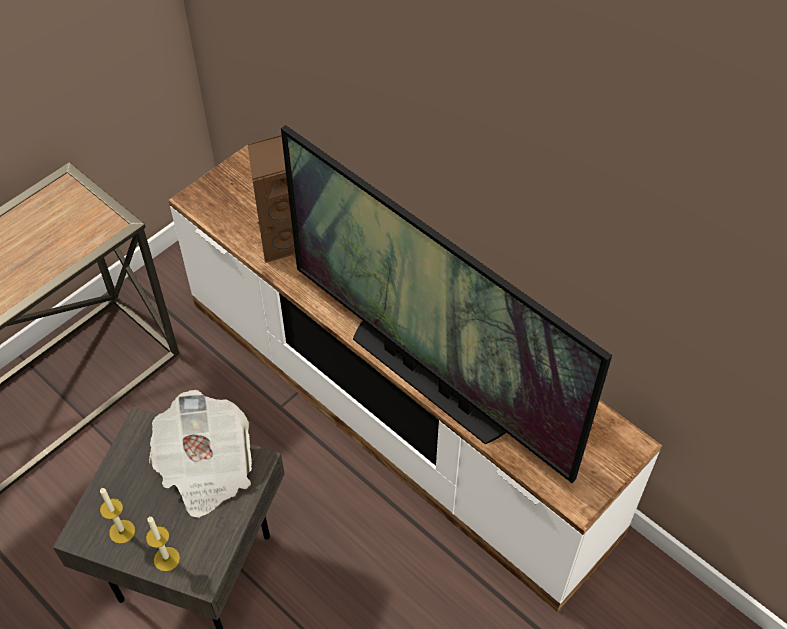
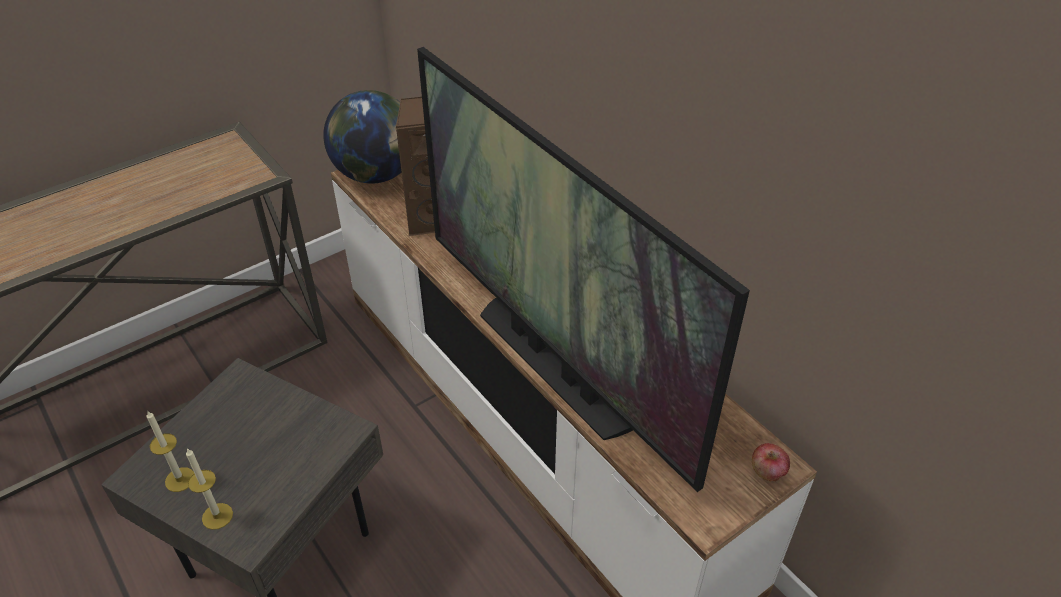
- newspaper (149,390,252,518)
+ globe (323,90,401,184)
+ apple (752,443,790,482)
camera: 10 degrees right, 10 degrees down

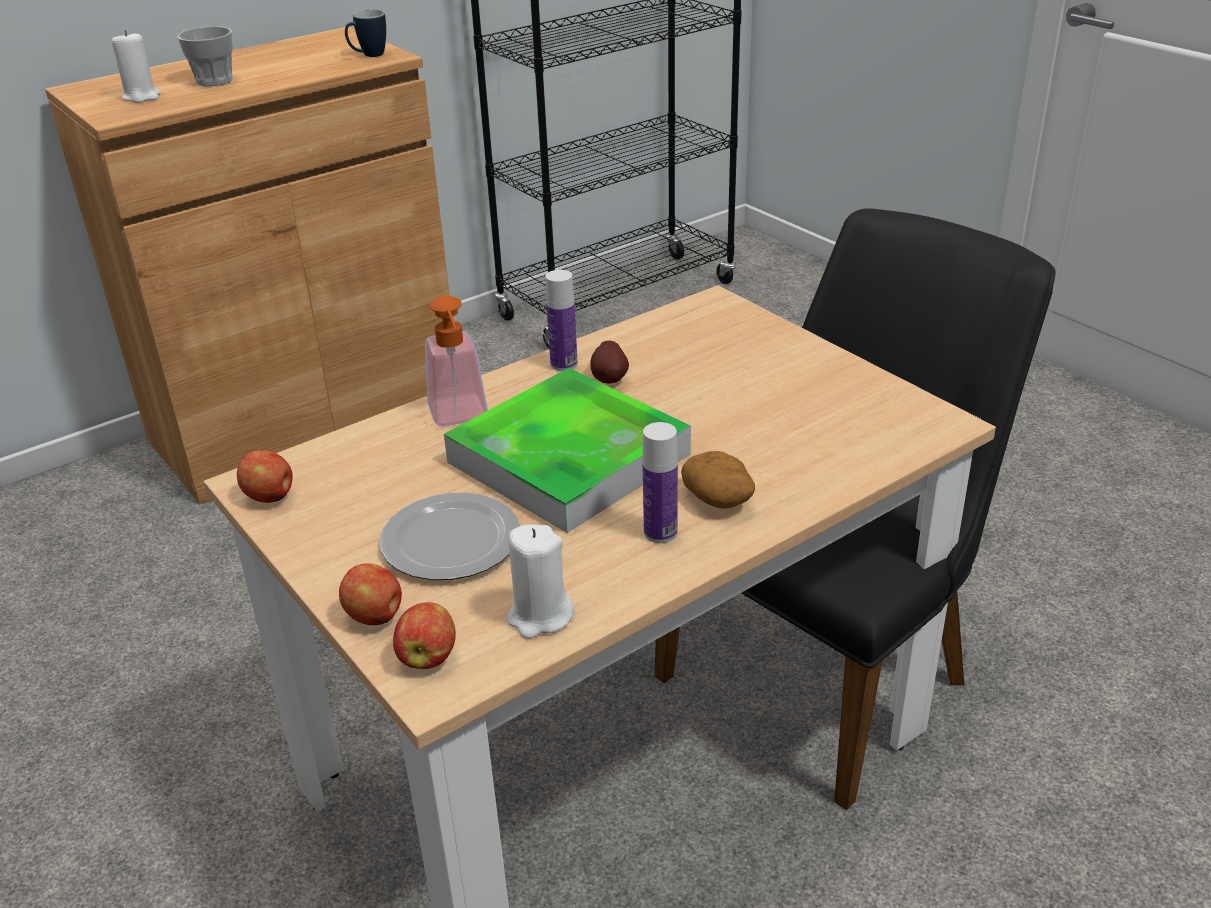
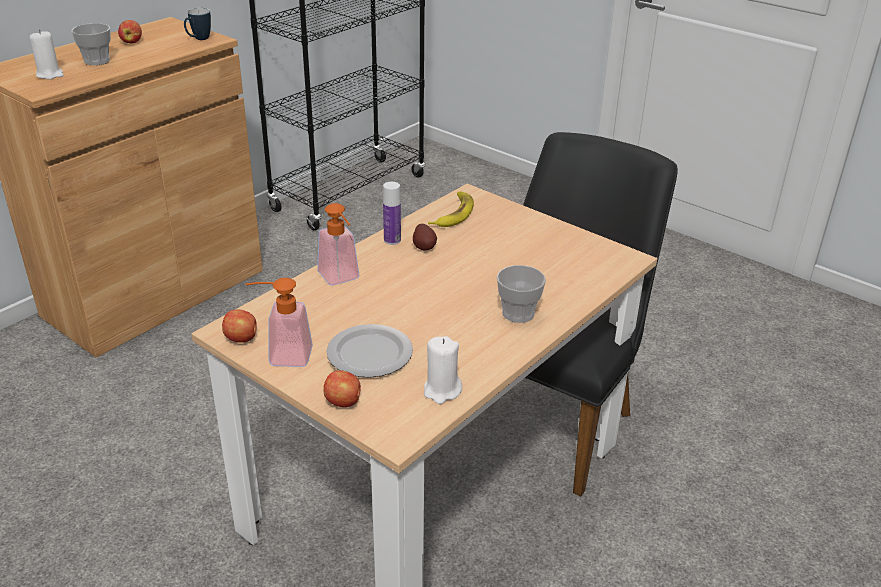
- tray (444,368,691,533)
- bottle (643,422,678,543)
~ potato (681,451,755,509) to cup (497,265,546,323)
~ apple (393,602,456,669) to (118,20,142,43)
+ banana (428,191,474,227)
+ soap dispenser (245,278,313,367)
camera: 15 degrees left, 0 degrees up

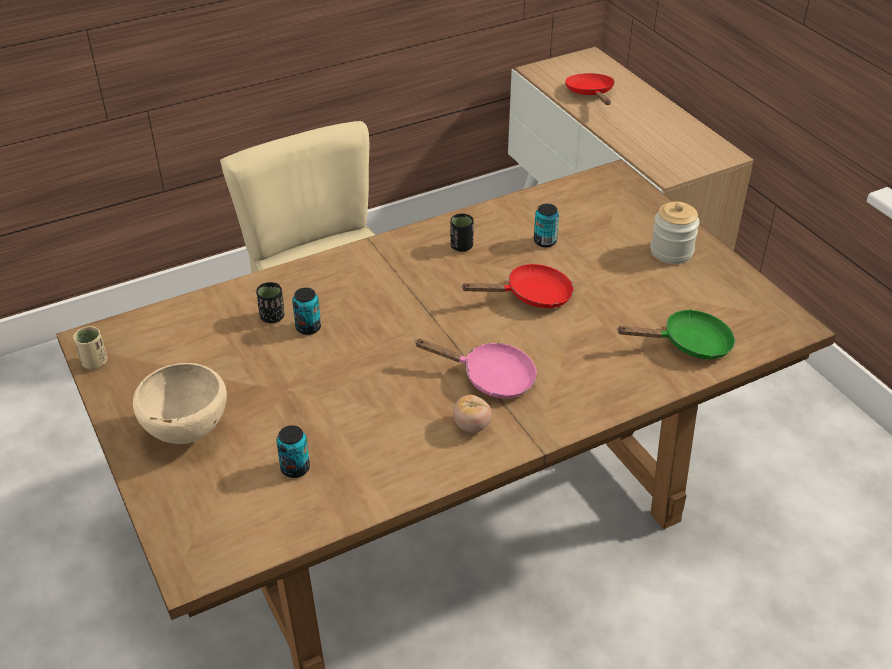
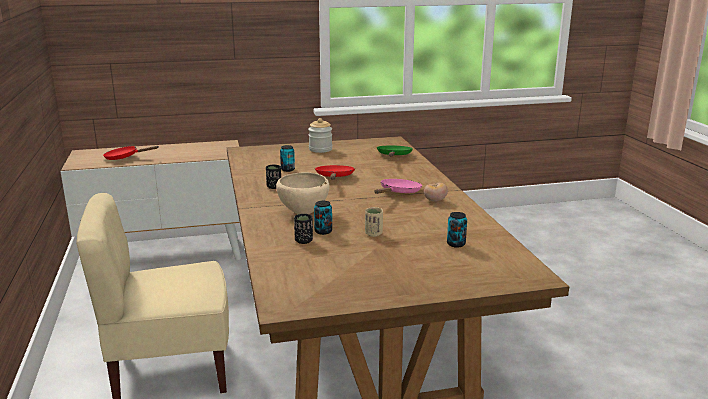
~ beige cup (73,326,107,369) to (365,207,383,237)
~ beige bowl (133,363,227,444) to (276,172,329,214)
camera: 75 degrees left, 20 degrees down

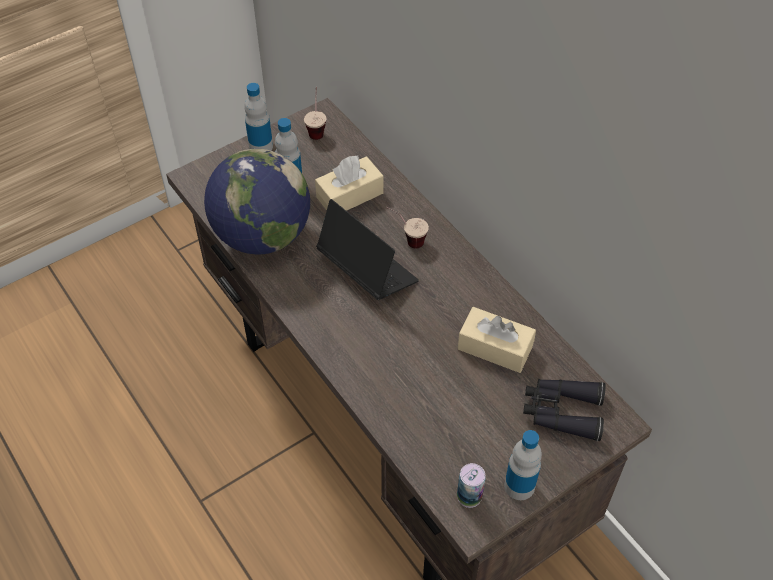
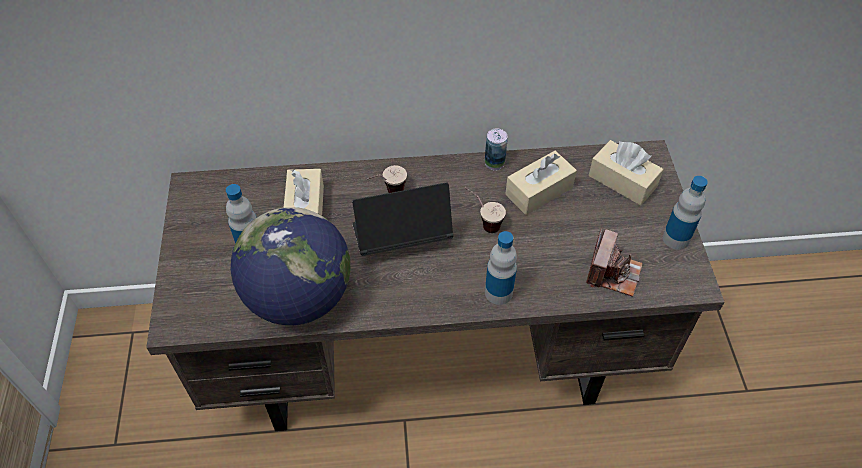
~ bottle (244,83,273,151) to (485,231,517,305)
~ cup (304,87,326,140) to (464,187,506,233)
~ black binoculars (523,379,606,441) to beige tissue box (589,140,664,205)
~ can (457,463,486,508) to (485,128,508,170)
+ photo camera (586,229,643,297)
camera: 60 degrees left, 0 degrees up

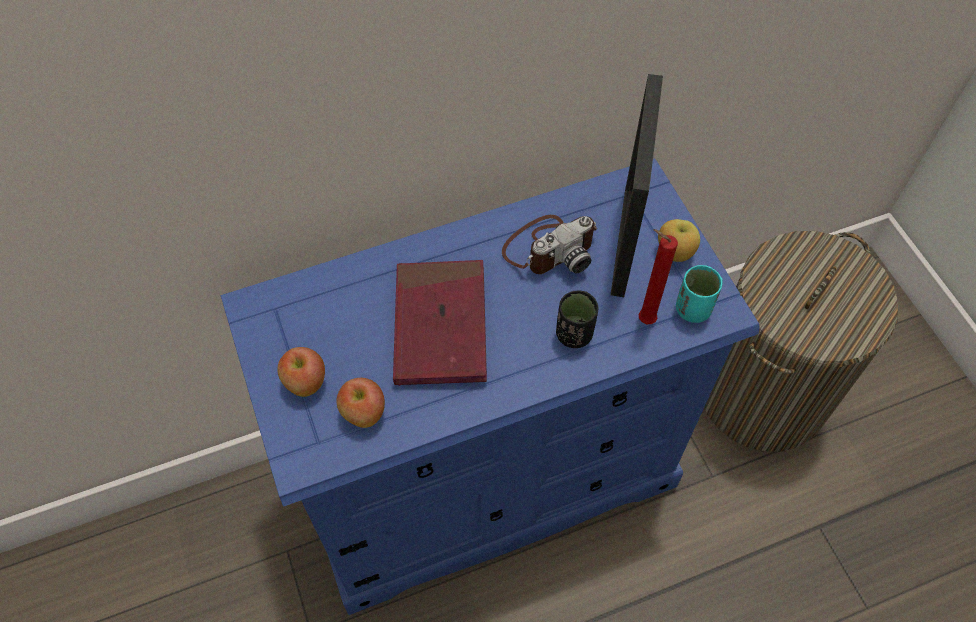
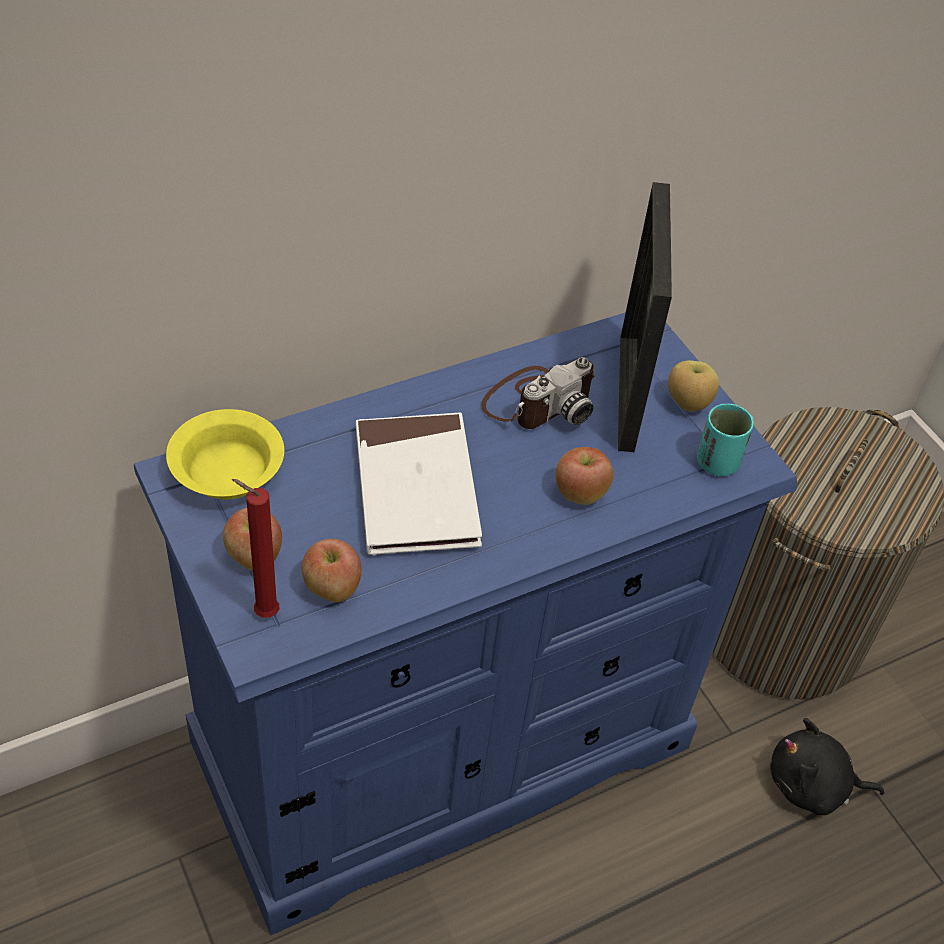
~ red candle (638,229,678,324) to (232,479,279,618)
~ red book (393,260,487,385) to white book (356,413,482,555)
~ black cup (556,290,599,348) to apple (555,447,613,505)
+ yellow bowl (166,409,284,500)
+ black plush toy (770,718,884,815)
camera: 10 degrees left, 10 degrees down

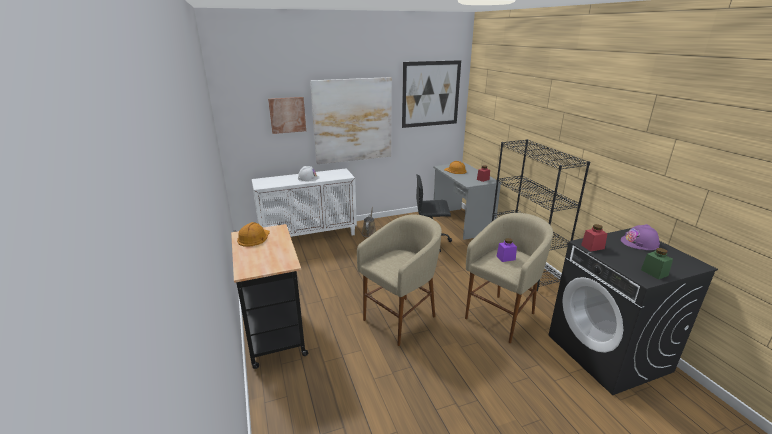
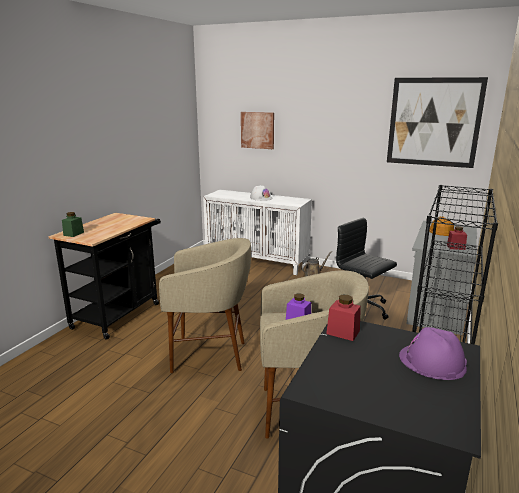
- picture (310,77,392,164)
- orange hard hat (237,222,270,247)
~ green jar (641,248,673,279) to (62,212,84,237)
camera: 45 degrees right, 5 degrees down

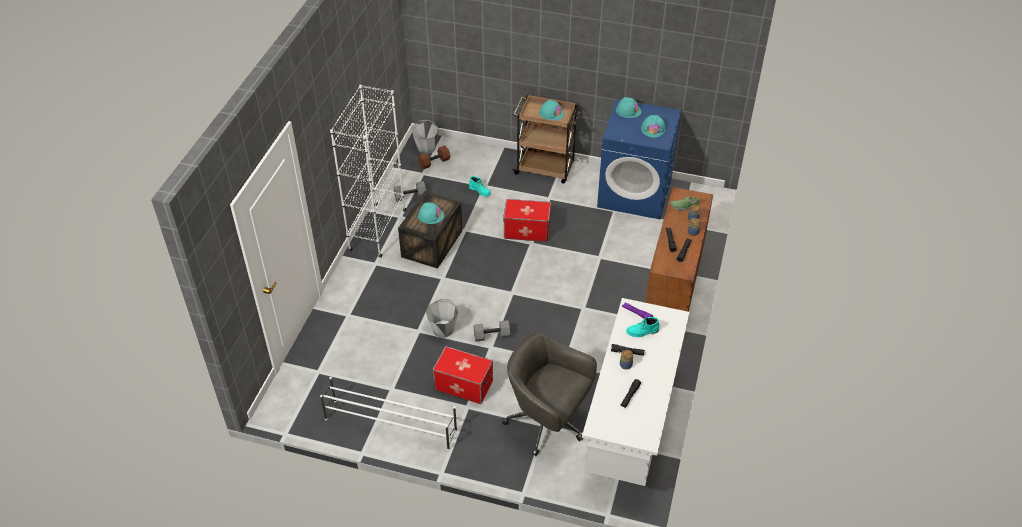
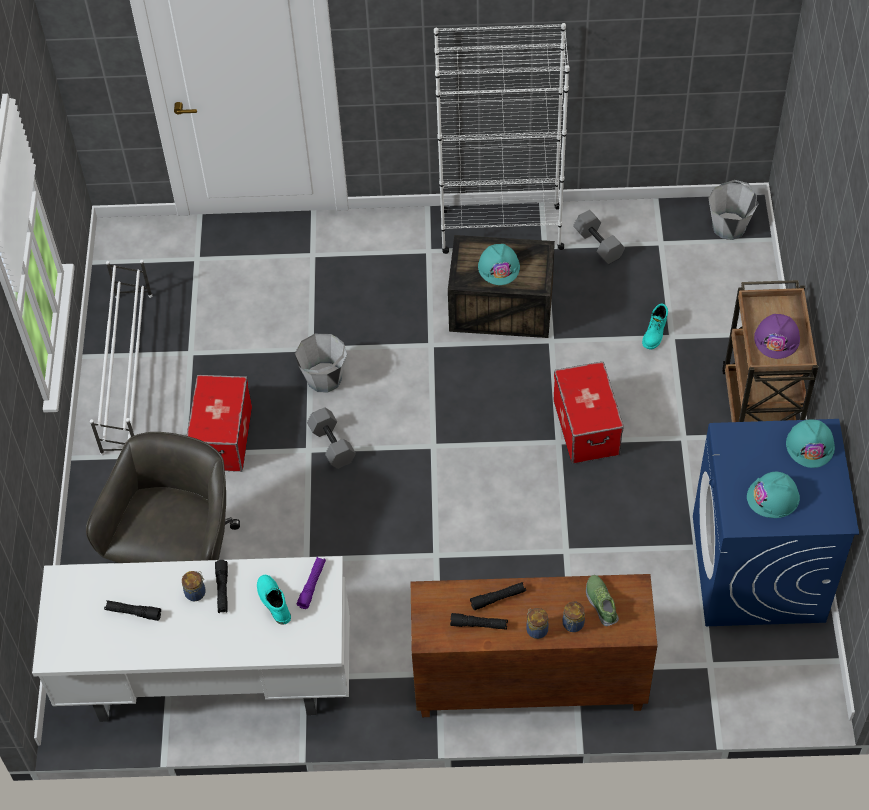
~ turquoise hard hat (539,100,564,121) to purple hard hat (754,314,800,359)
- brown dumbbell (418,145,451,169)
camera: 75 degrees right, 10 degrees up

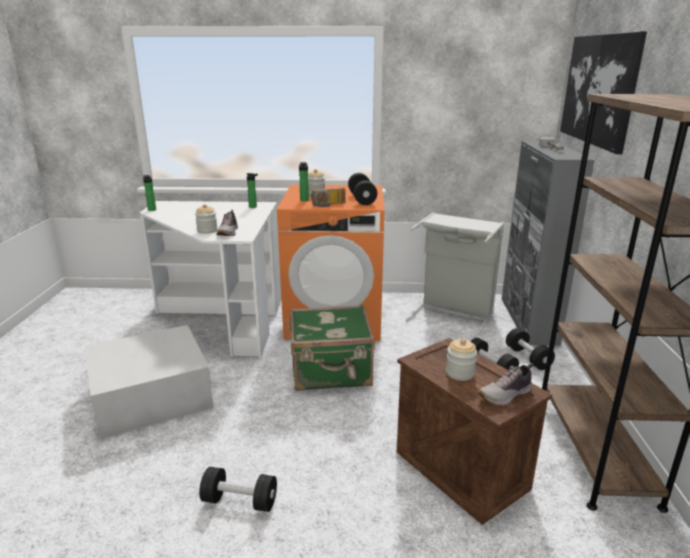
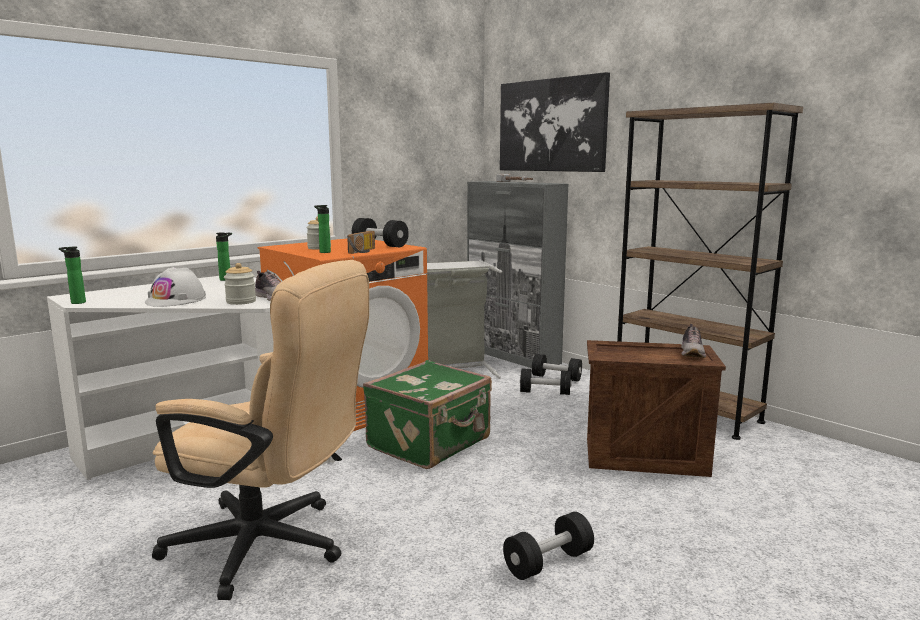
~ white storage box (85,325,214,439) to beige office chair (152,260,369,600)
- jar (446,339,477,381)
+ white hard hat (145,267,206,307)
camera: 45 degrees left, 10 degrees down

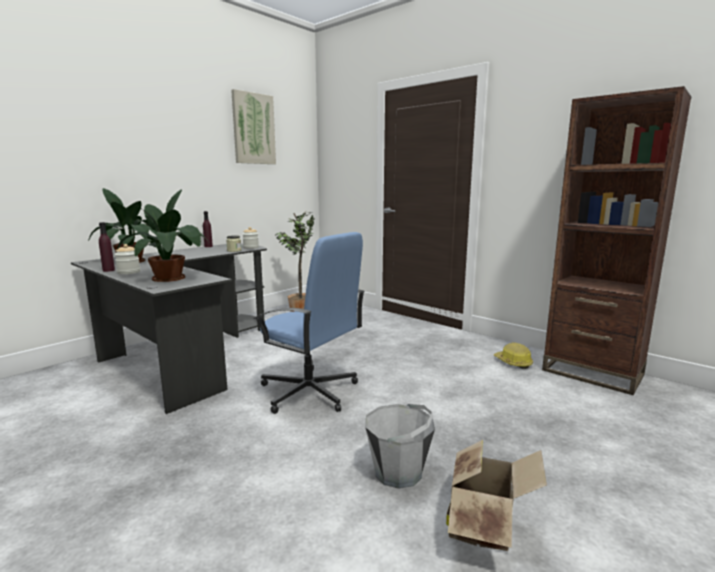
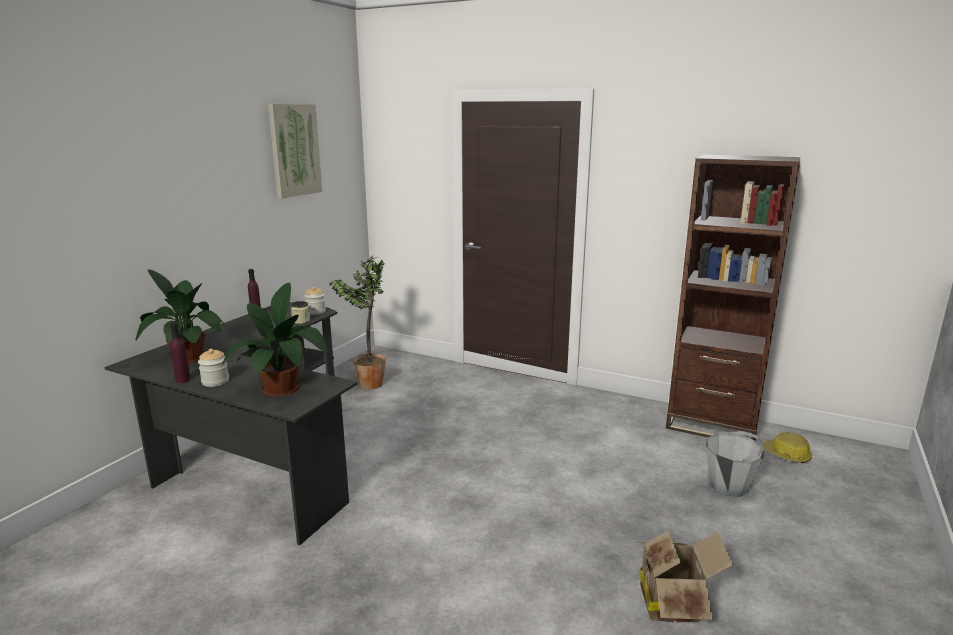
- blue office chair (254,232,365,414)
~ hard hat (494,342,533,369) to (762,432,812,463)
~ grey bucket (365,404,435,489) to (706,431,764,497)
camera: 15 degrees left, 5 degrees up

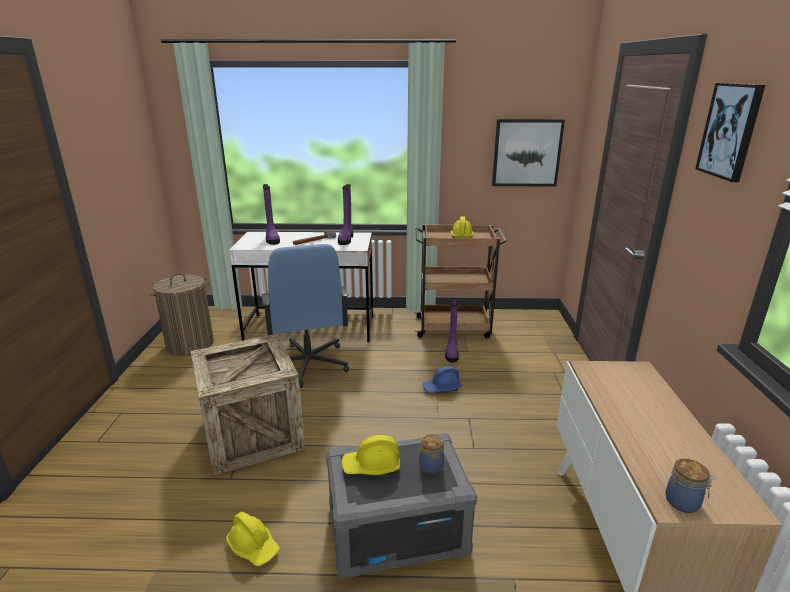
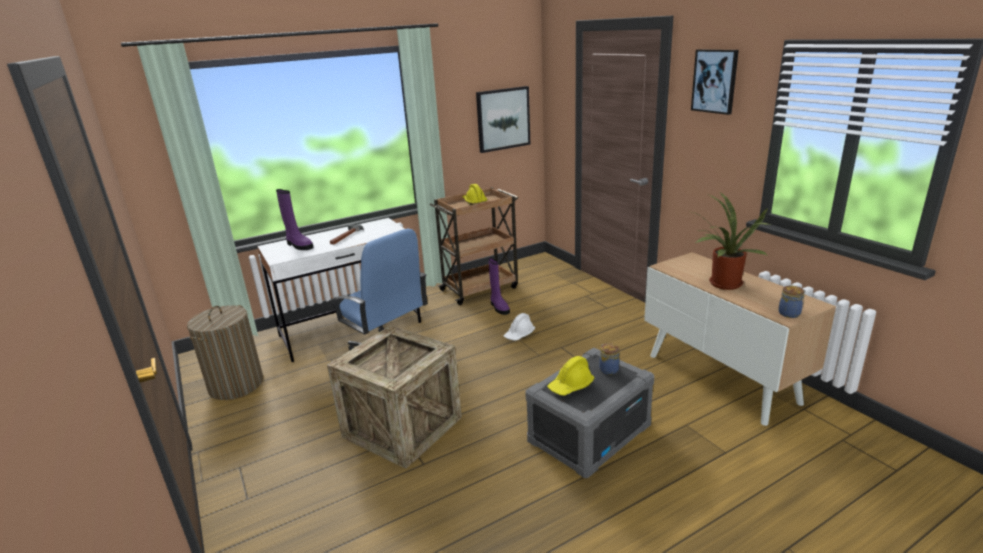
- purple boot (338,184,353,245)
~ blue hard hat (422,366,461,393) to white hard hat (503,313,535,341)
- yellow hard hat (226,512,280,566)
+ potted plant (693,192,771,290)
camera: 30 degrees left, 0 degrees up

